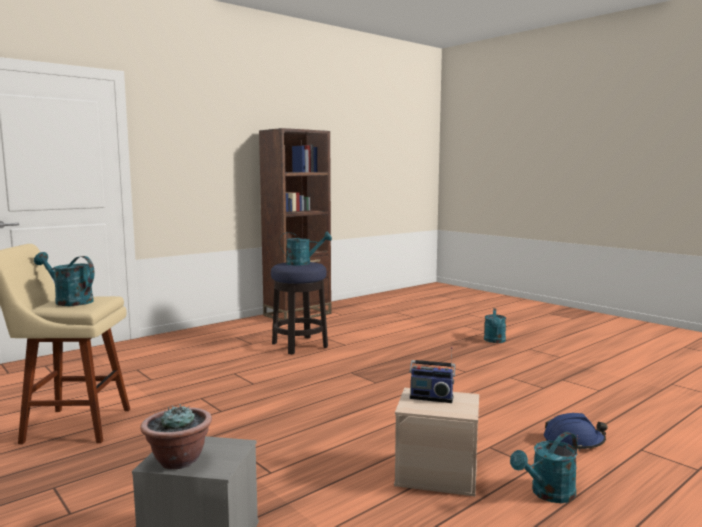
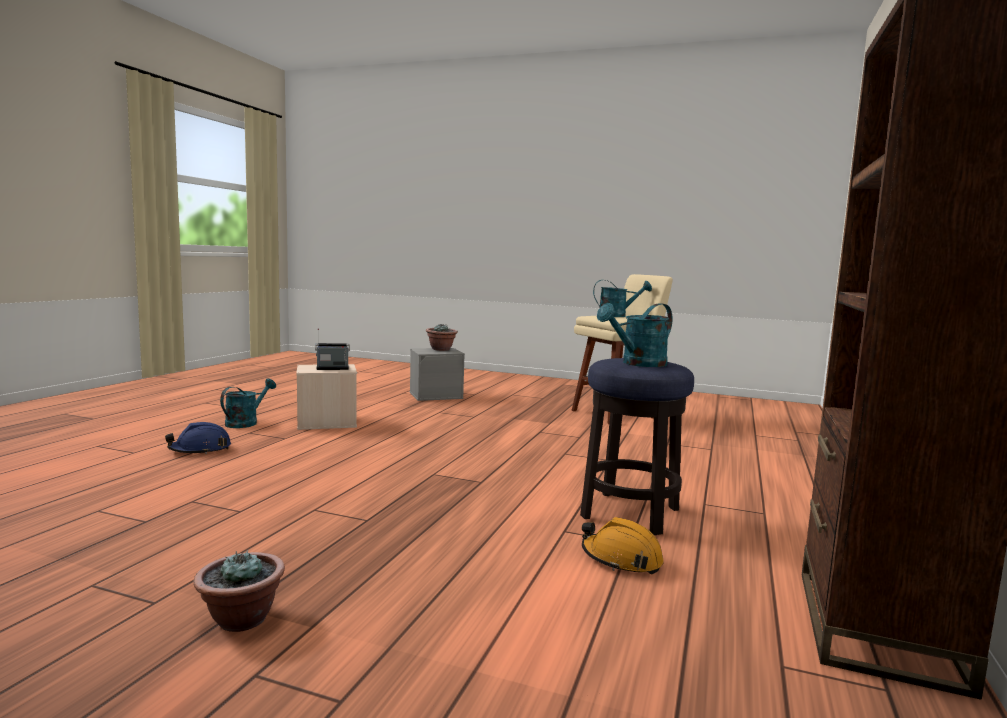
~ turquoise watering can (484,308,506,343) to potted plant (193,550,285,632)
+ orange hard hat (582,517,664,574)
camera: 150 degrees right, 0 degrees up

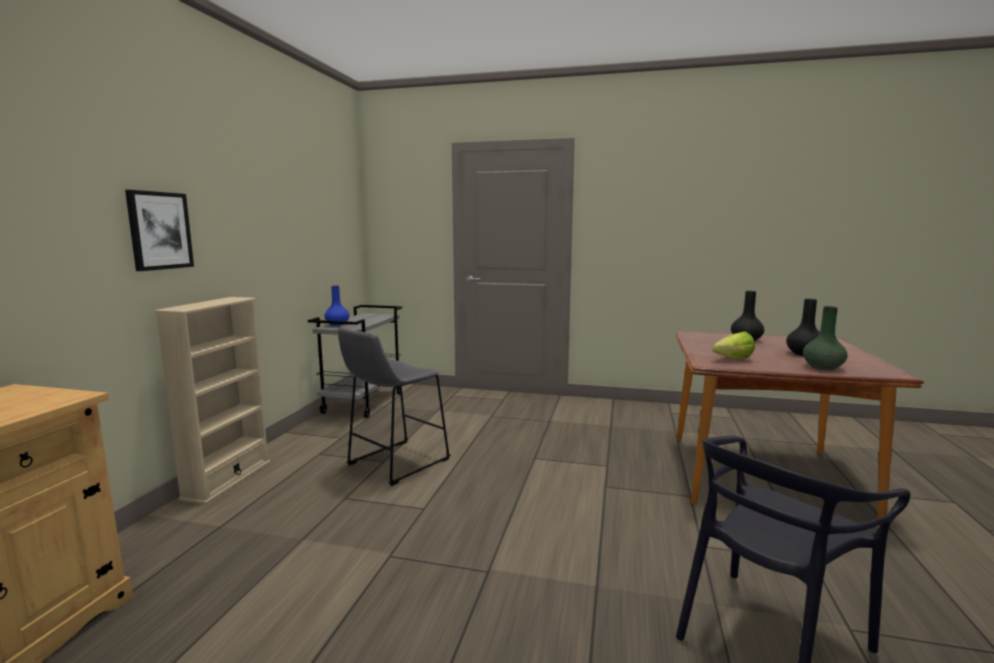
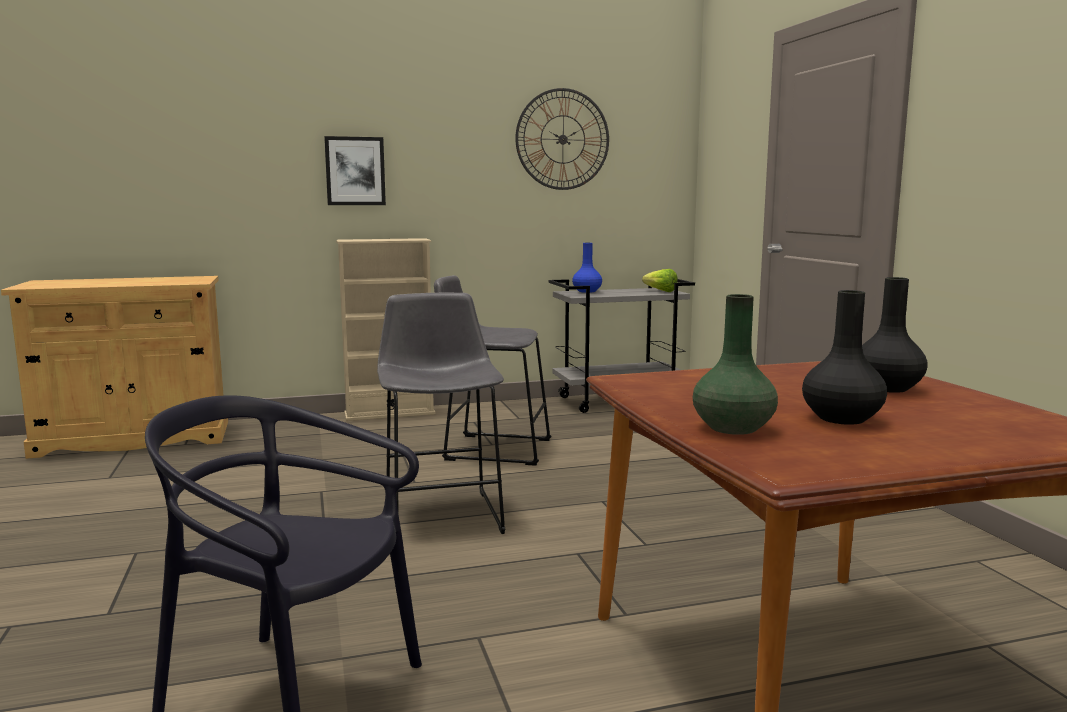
~ lettuce (712,332,755,359) to (642,269,678,292)
+ wall clock (515,88,609,190)
+ grey stool (377,293,505,534)
camera: 60 degrees right, 0 degrees up

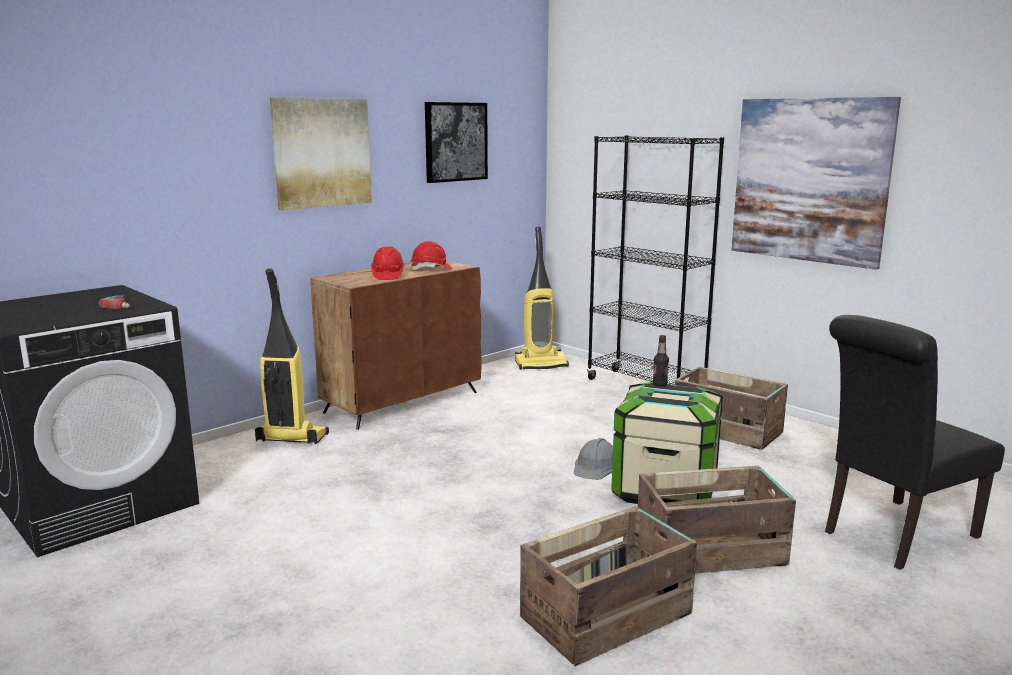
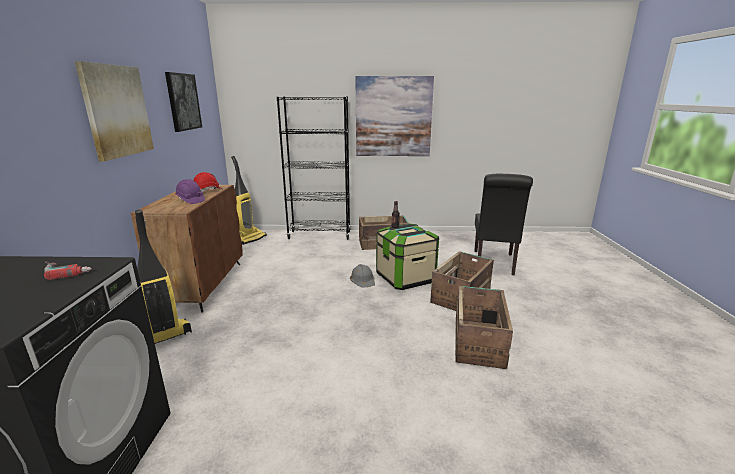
~ red hard hat (371,246,405,280) to purple hard hat (175,179,205,204)
camera: 45 degrees left, 5 degrees up

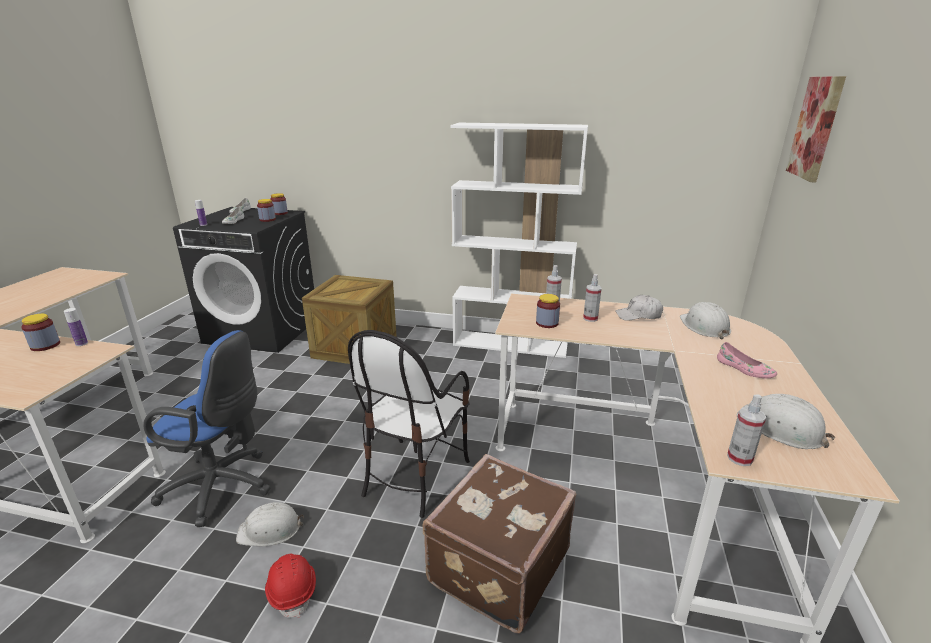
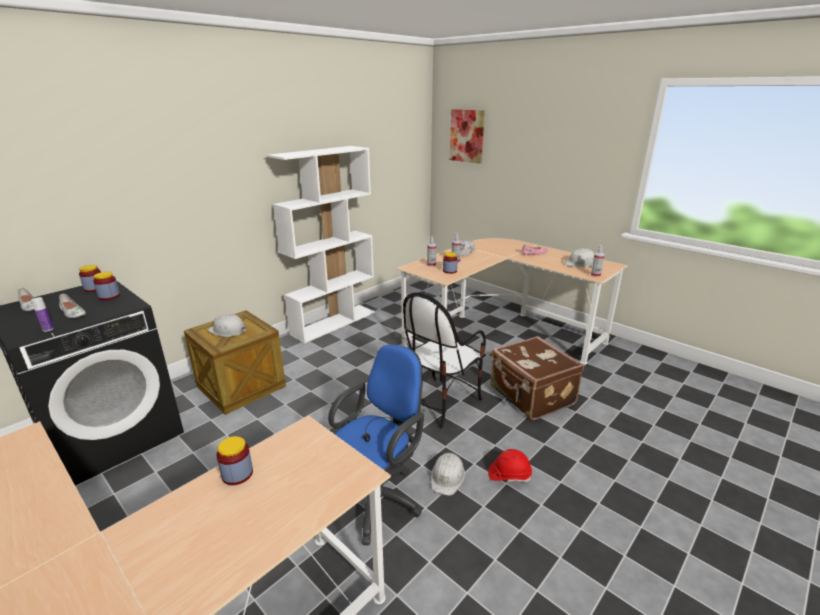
~ white hard hat (680,302,731,339) to (208,313,247,337)
- bottle (64,308,88,346)
~ chair (348,330,470,518) = (403,292,486,429) 75 degrees clockwise
camera: 60 degrees left, 0 degrees up

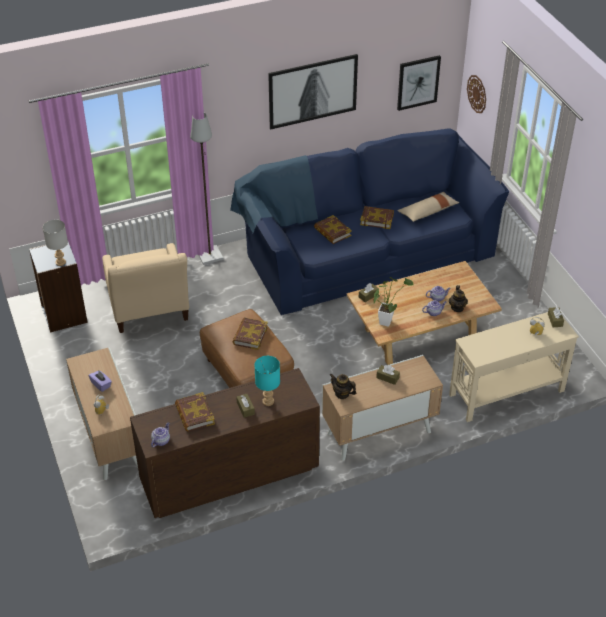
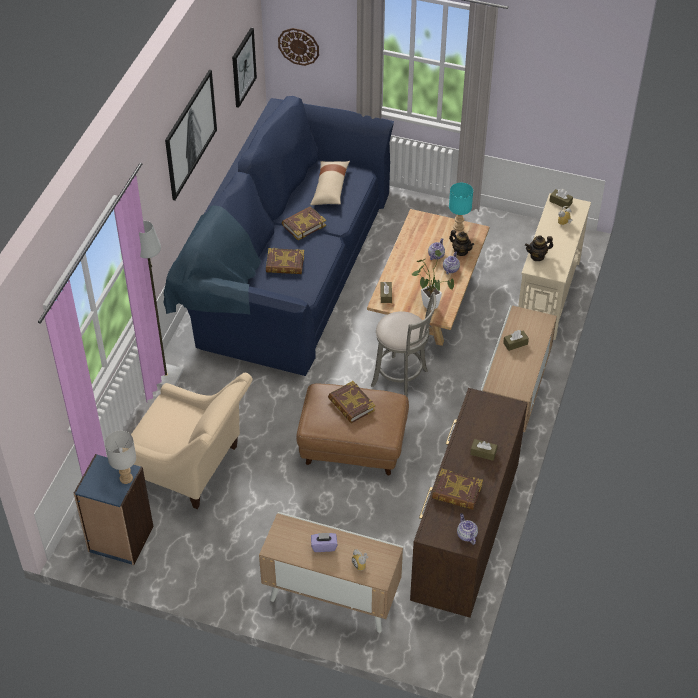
~ turquoise table lamp (254,356,280,406) to (449,183,473,231)
~ teapot (330,374,356,399) to (525,235,553,261)
+ grey stool (371,292,436,397)
camera: 50 degrees left, 5 degrees up

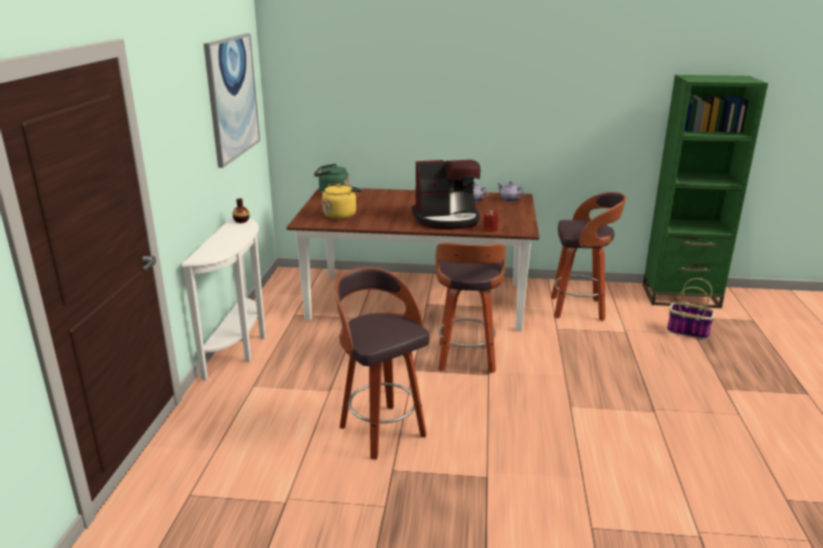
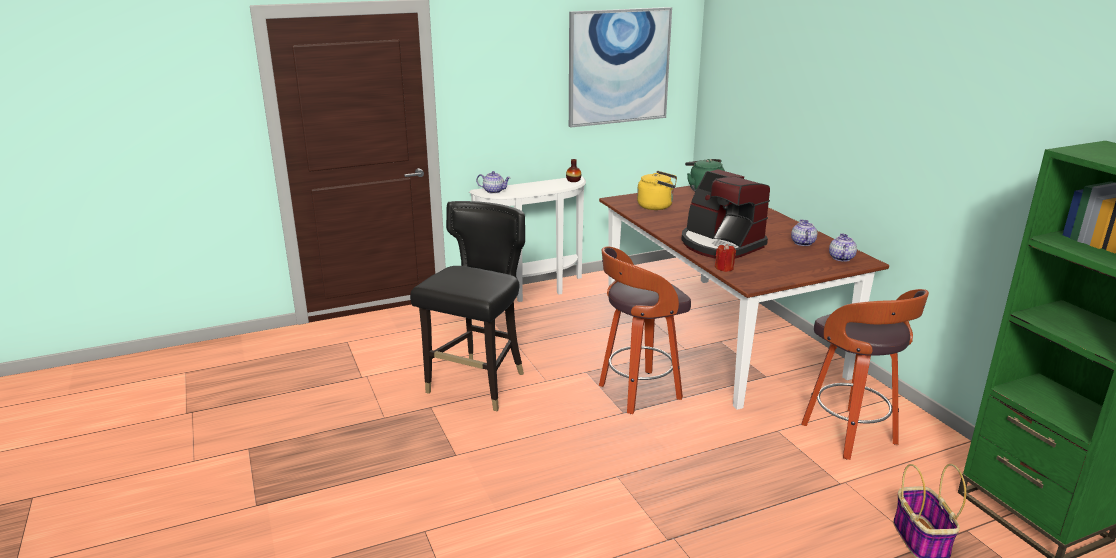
~ stool (335,267,429,460) to black chair (410,201,525,411)
+ teapot (476,171,511,194)
camera: 60 degrees right, 0 degrees up

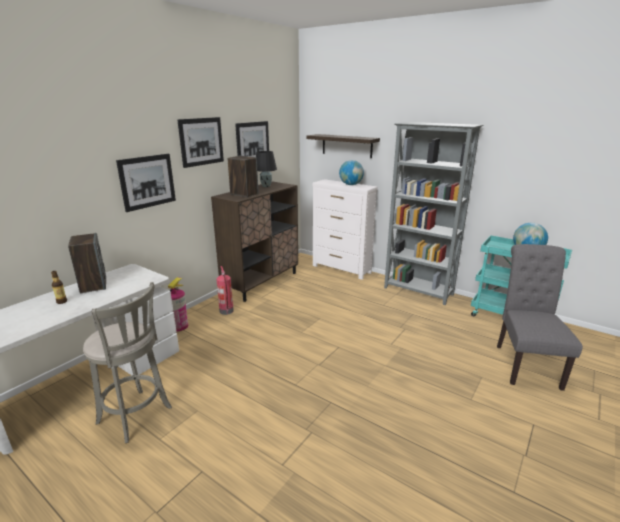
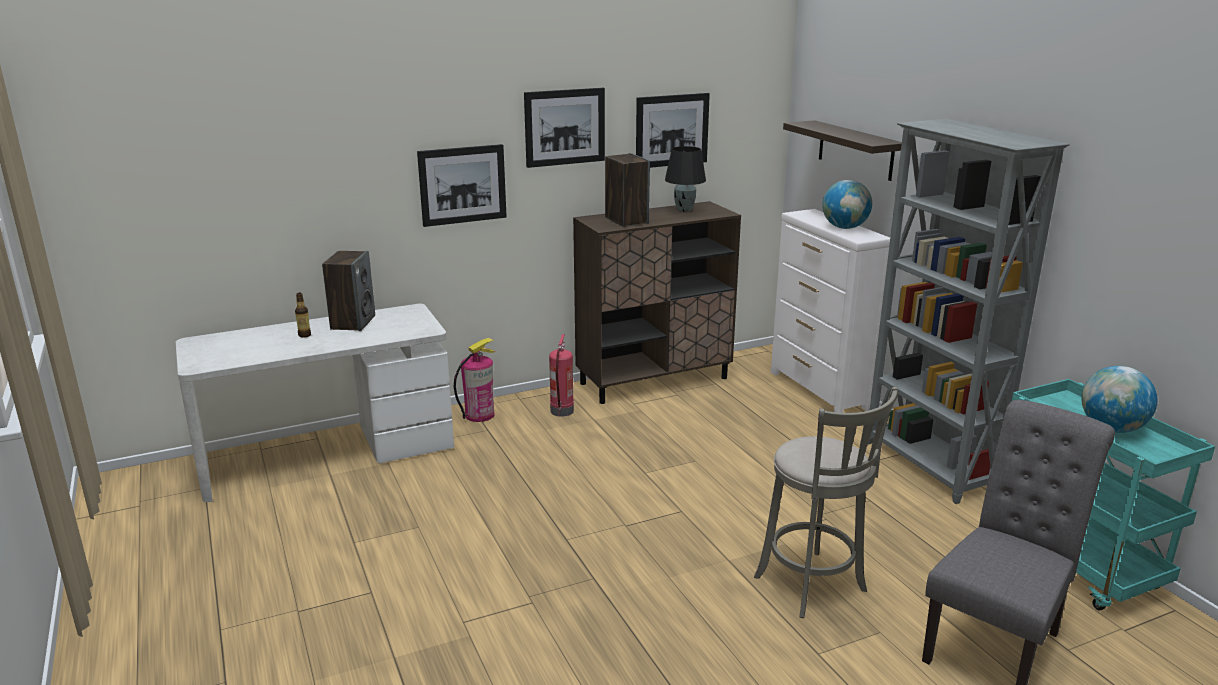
~ grey stool (83,282,172,443) to (754,387,898,618)
camera: 30 degrees right, 0 degrees up

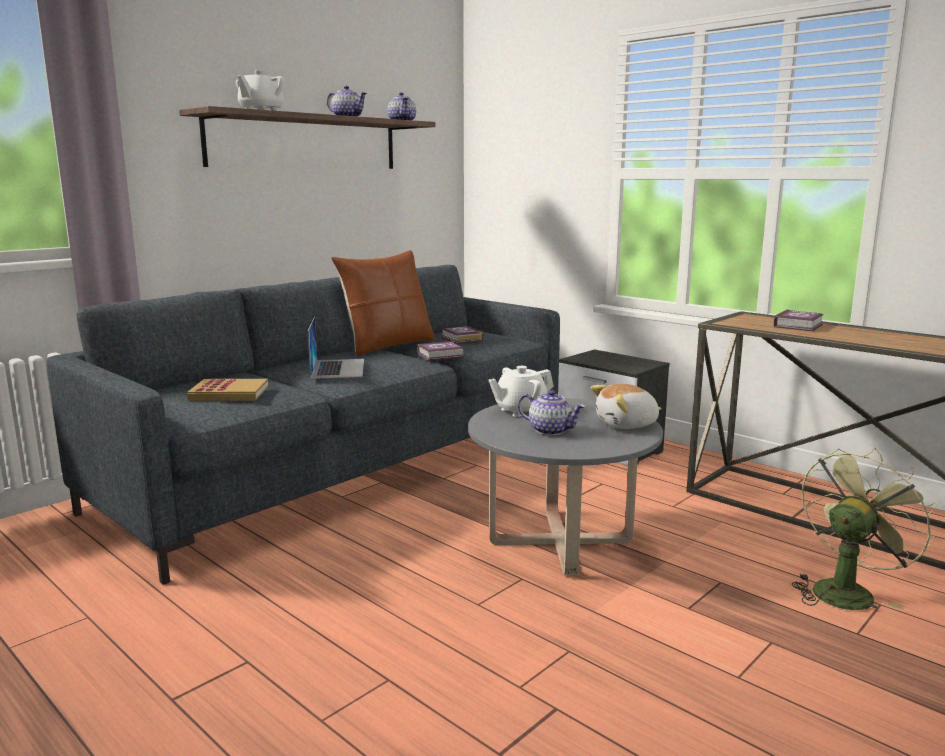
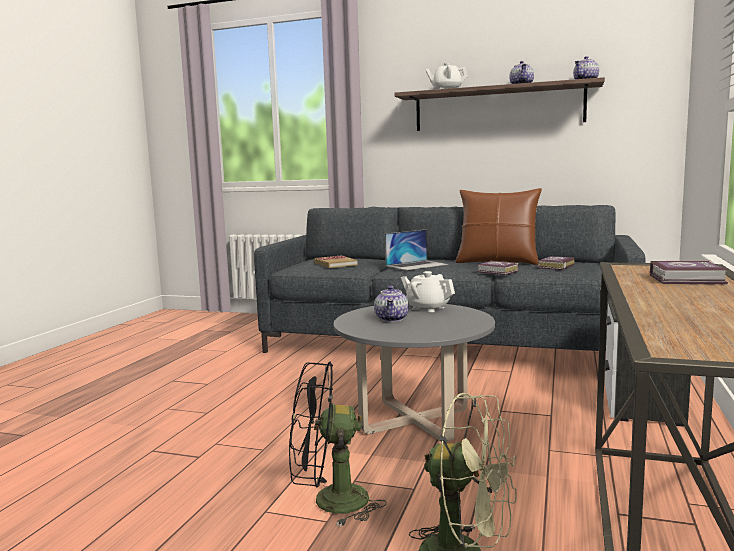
- plush toy (591,384,662,429)
+ black fan (289,362,387,527)
camera: 65 degrees right, 5 degrees down

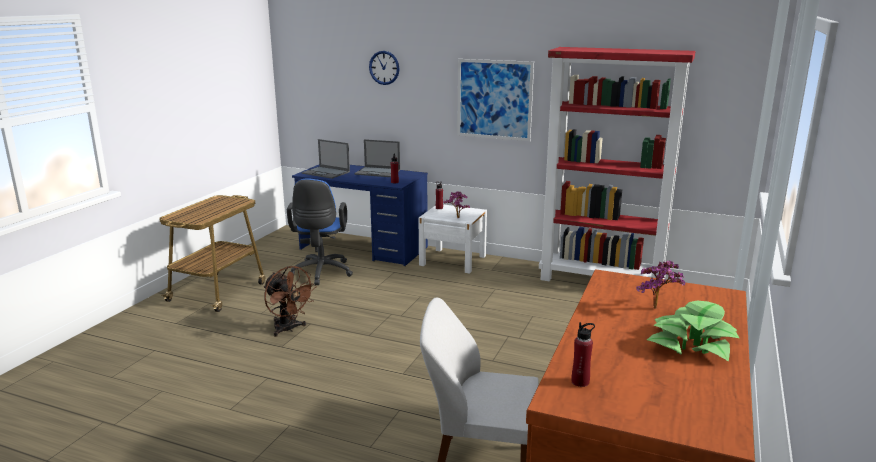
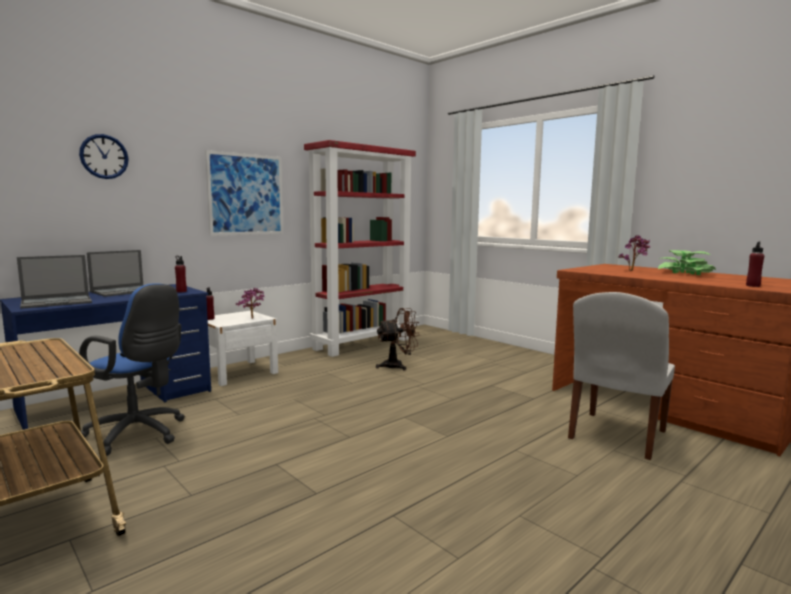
~ brown fan (264,266,317,337) to (376,308,420,370)
camera: 65 degrees left, 10 degrees down

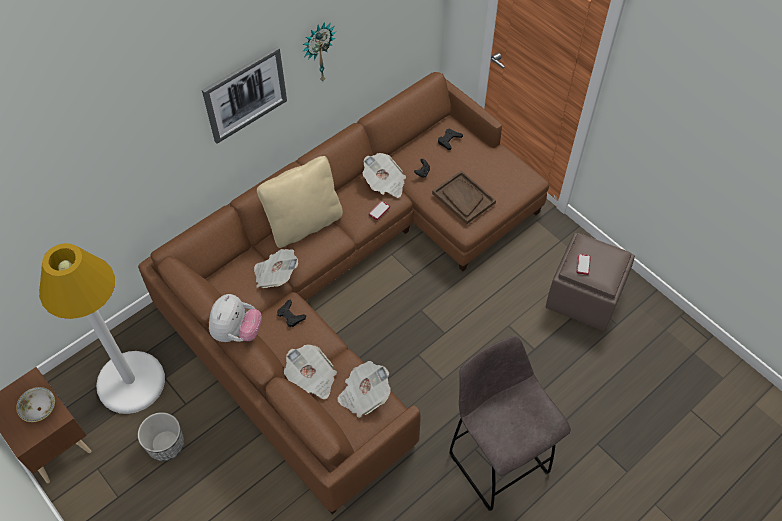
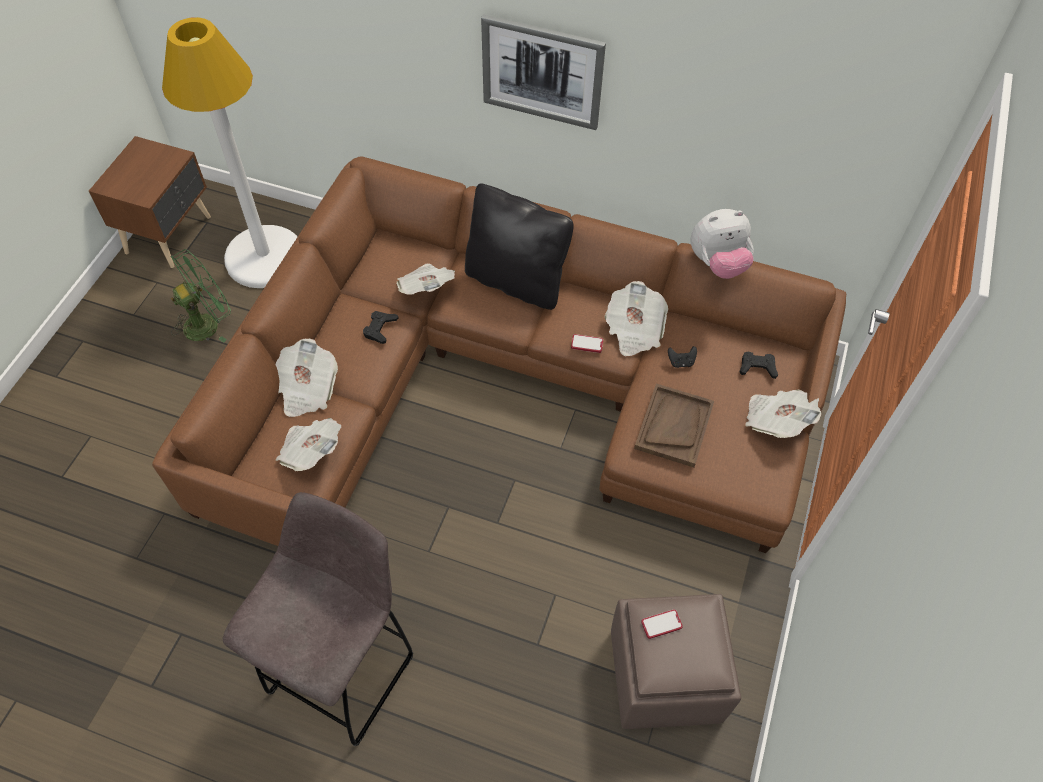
- wall clock (302,22,336,81)
~ beige pillow (257,156,343,248) to black pillow (465,183,574,310)
~ plush toy (209,294,262,342) to (691,209,754,279)
- bowl (16,387,55,422)
~ planter (138,412,184,461) to green fan (171,249,231,342)
+ newspaper (745,389,821,438)
camera: 60 degrees right, 0 degrees up

